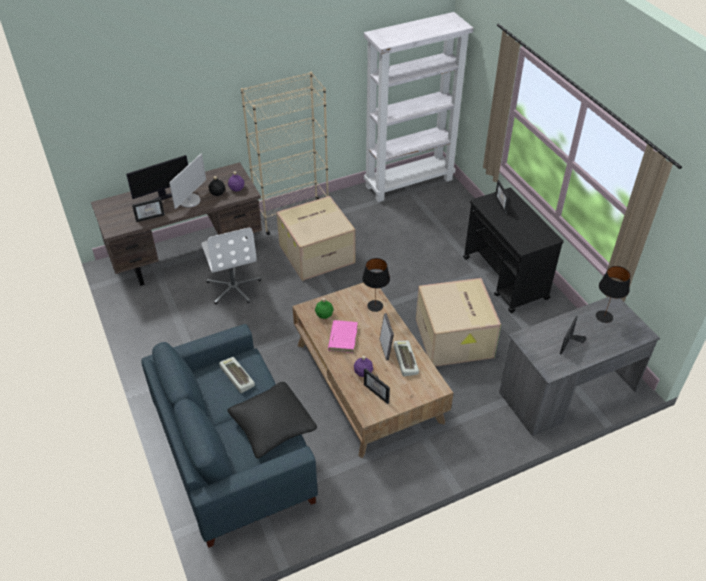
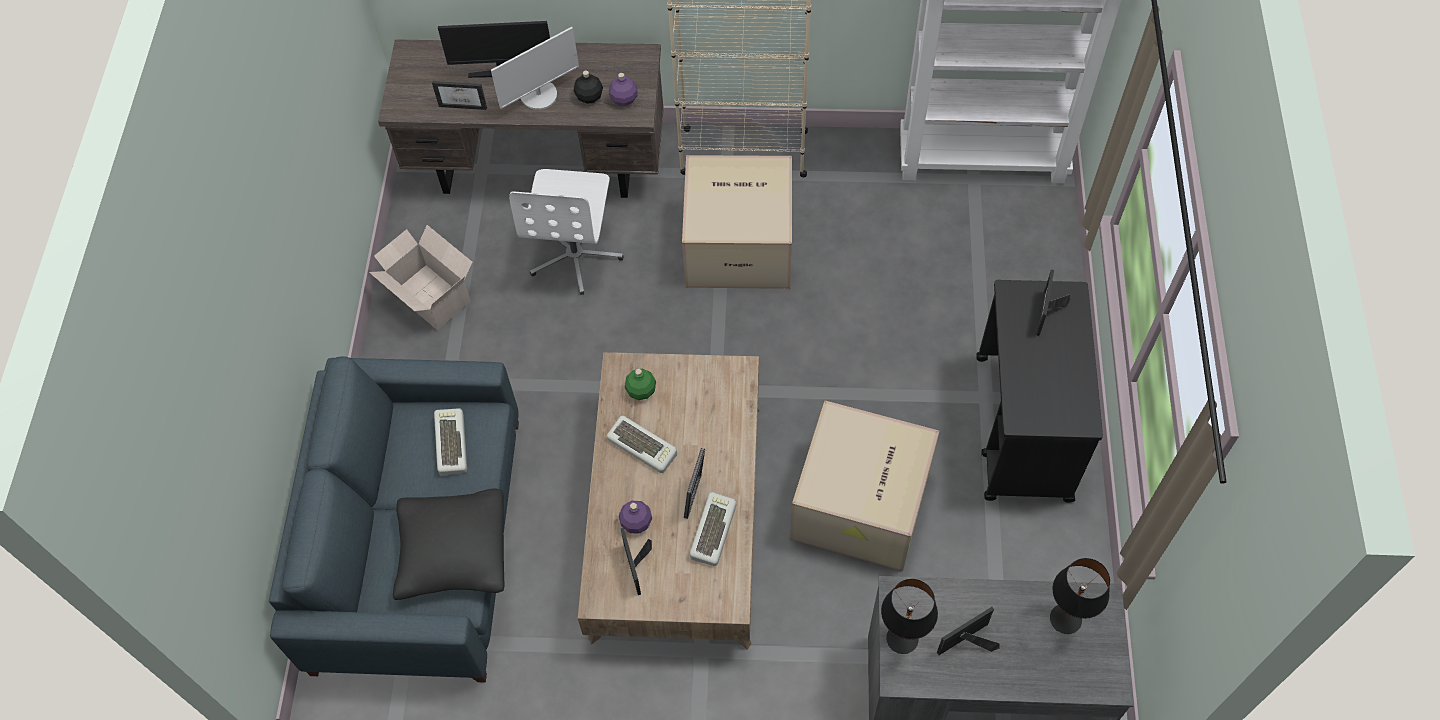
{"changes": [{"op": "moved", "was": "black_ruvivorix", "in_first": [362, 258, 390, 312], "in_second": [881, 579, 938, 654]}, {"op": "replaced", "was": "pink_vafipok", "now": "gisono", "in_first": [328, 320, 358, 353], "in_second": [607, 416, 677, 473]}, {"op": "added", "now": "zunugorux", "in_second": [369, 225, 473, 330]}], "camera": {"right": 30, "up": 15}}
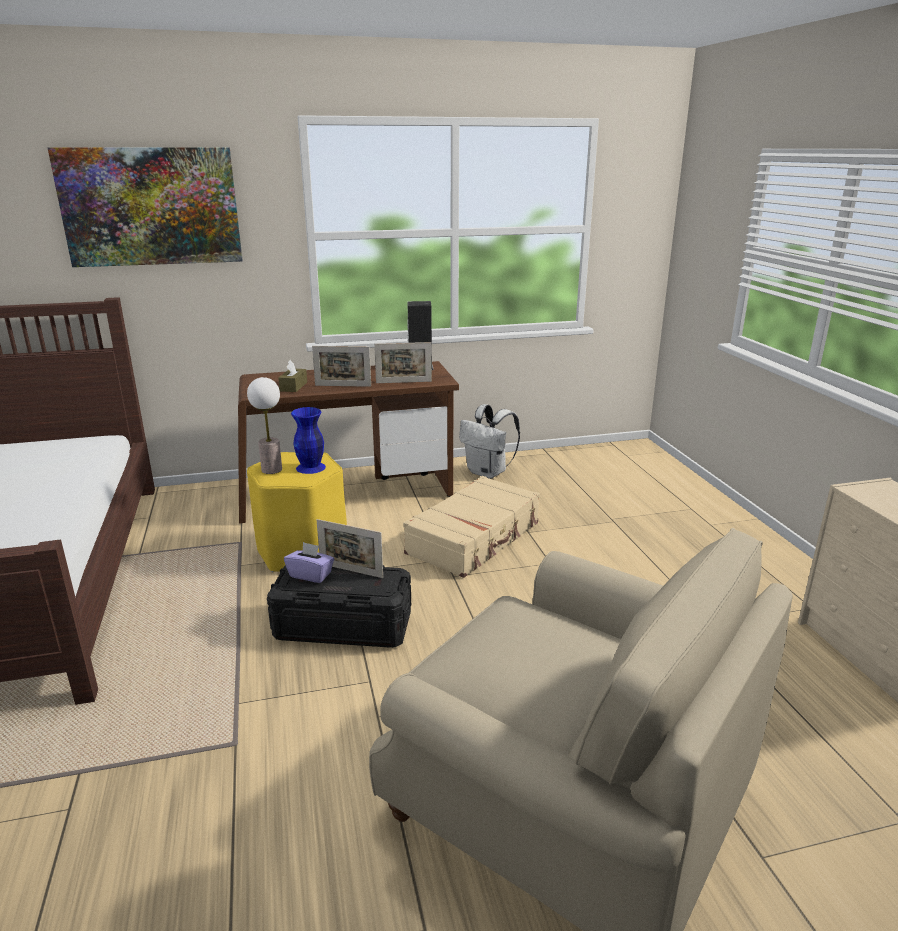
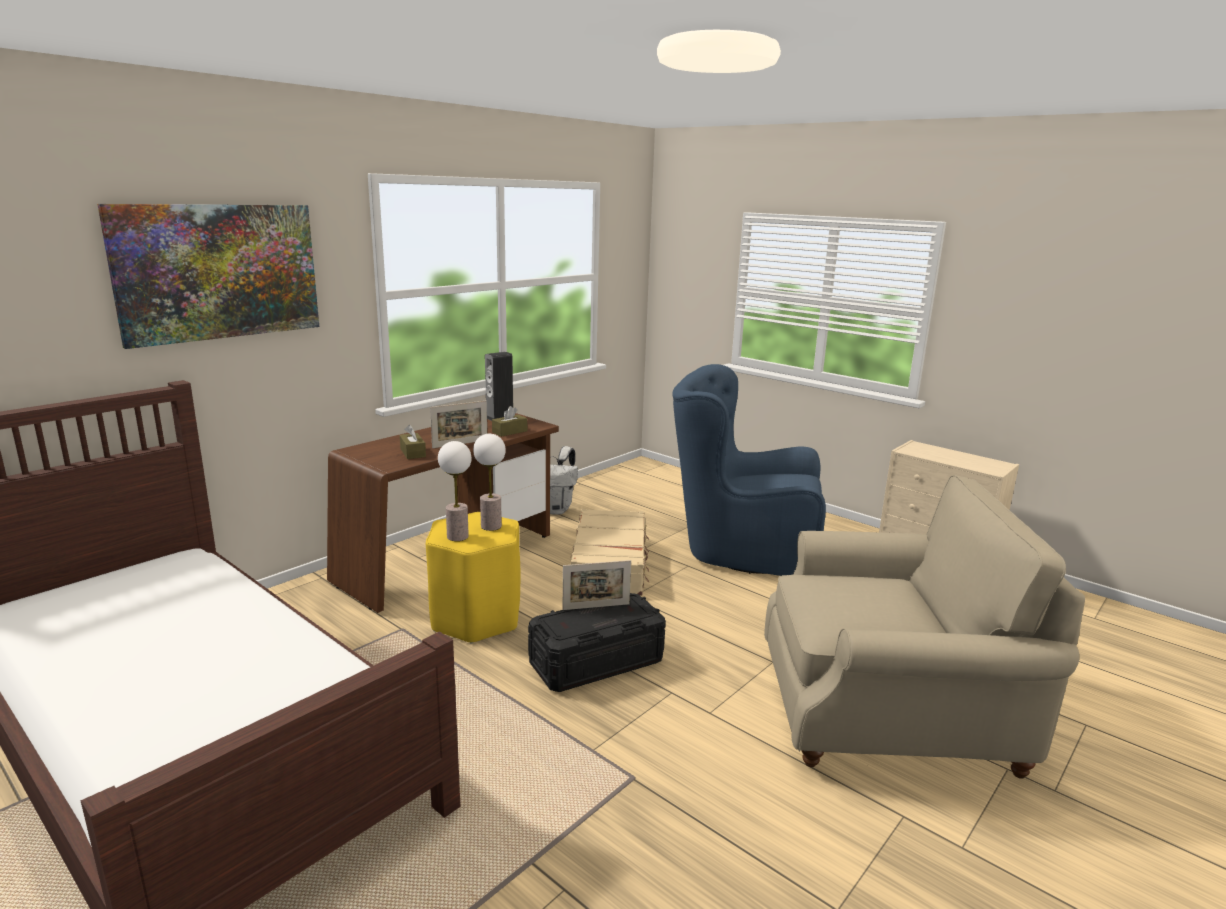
{"changes": [{"op": "replaced", "was": "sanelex", "now": "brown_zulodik", "in_first": [374, 342, 432, 383], "in_second": [492, 406, 527, 437]}, {"op": "replaced", "was": "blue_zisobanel", "now": "ruvivorix", "in_first": [291, 407, 326, 474], "in_second": [473, 434, 506, 531]}, {"op": "removed", "was": "purple_zulodik", "in_first": [284, 542, 334, 583]}, {"op": "added", "now": "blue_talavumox", "in_second": [672, 364, 826, 576]}], "camera": {"right": -35, "up": -5}}
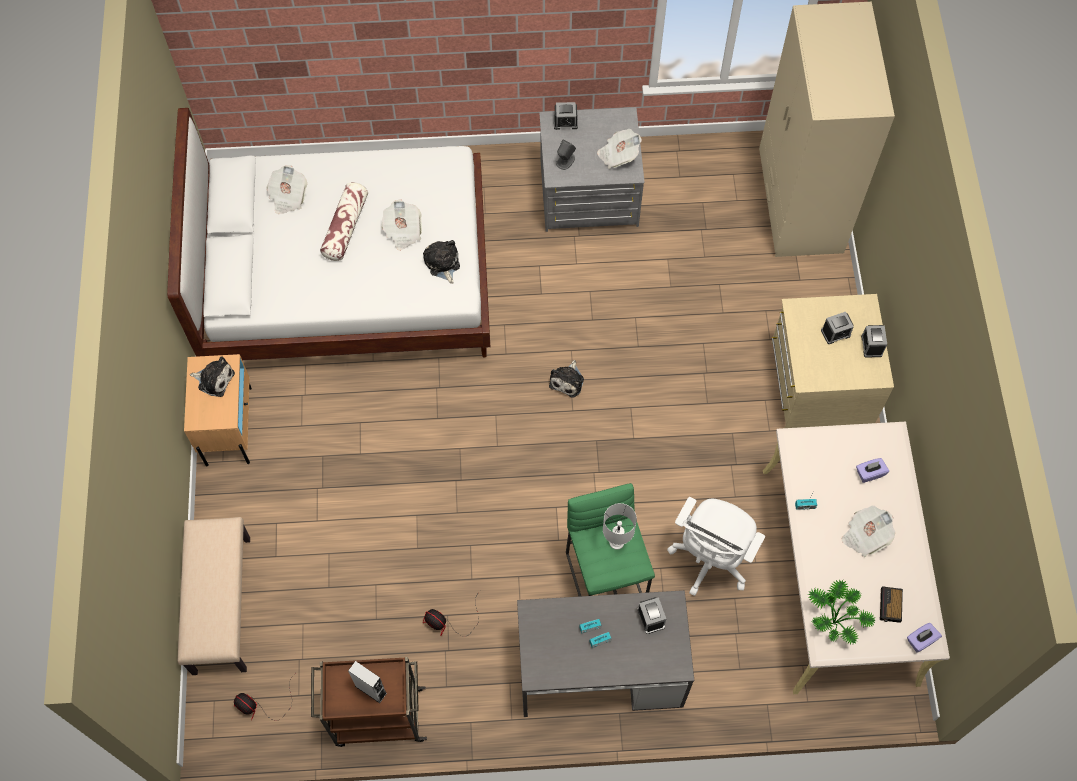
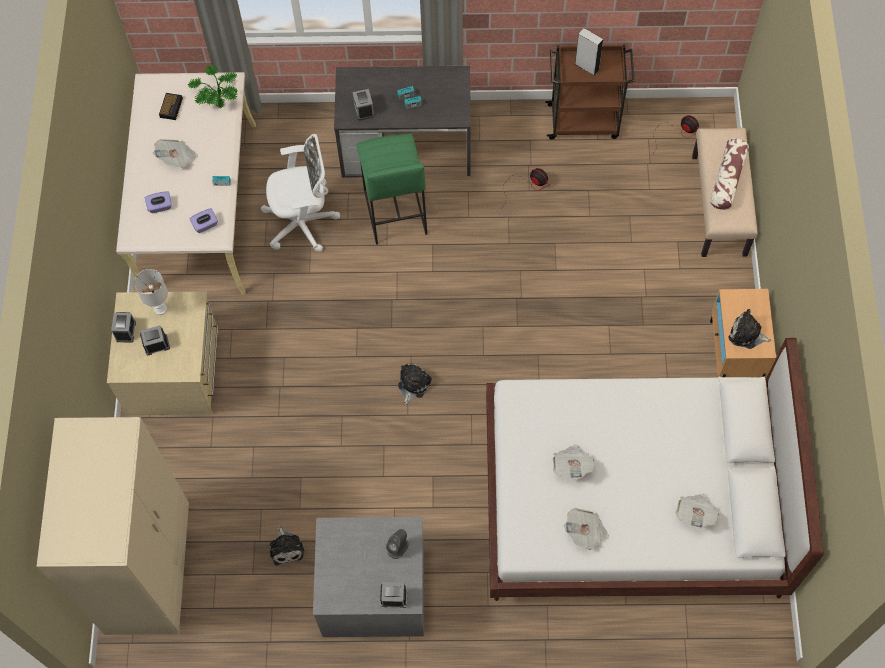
{"changes": [{"op": "moved", "was": "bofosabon", "in_first": [597, 129, 642, 169], "in_second": [564, 508, 609, 550]}, {"op": "moved", "was": "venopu", "in_first": [320, 182, 368, 261], "in_second": [710, 138, 749, 210]}, {"op": "moved", "was": "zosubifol", "in_first": [423, 240, 460, 284], "in_second": [270, 526, 304, 565]}, {"op": "turned", "was": "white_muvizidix", "in_first": [667, 497, 765, 596], "in_second": [261, 134, 340, 252], "clockwise": 45}, {"op": "moved", "was": "white_ruvivorix", "in_first": [603, 503, 637, 550], "in_second": [134, 269, 168, 315]}, {"op": "moved", "was": "purple_zulodik", "in_first": [907, 623, 942, 652], "in_second": [190, 208, 218, 233]}], "camera": {"right": -175, "up": 0}}
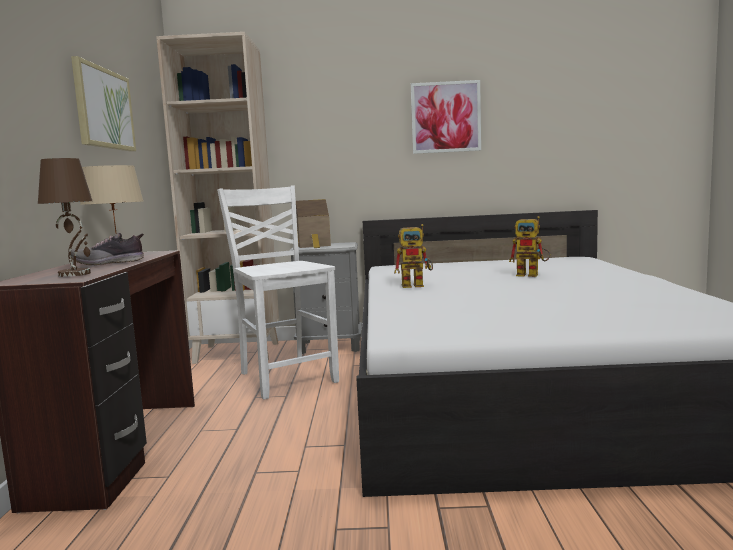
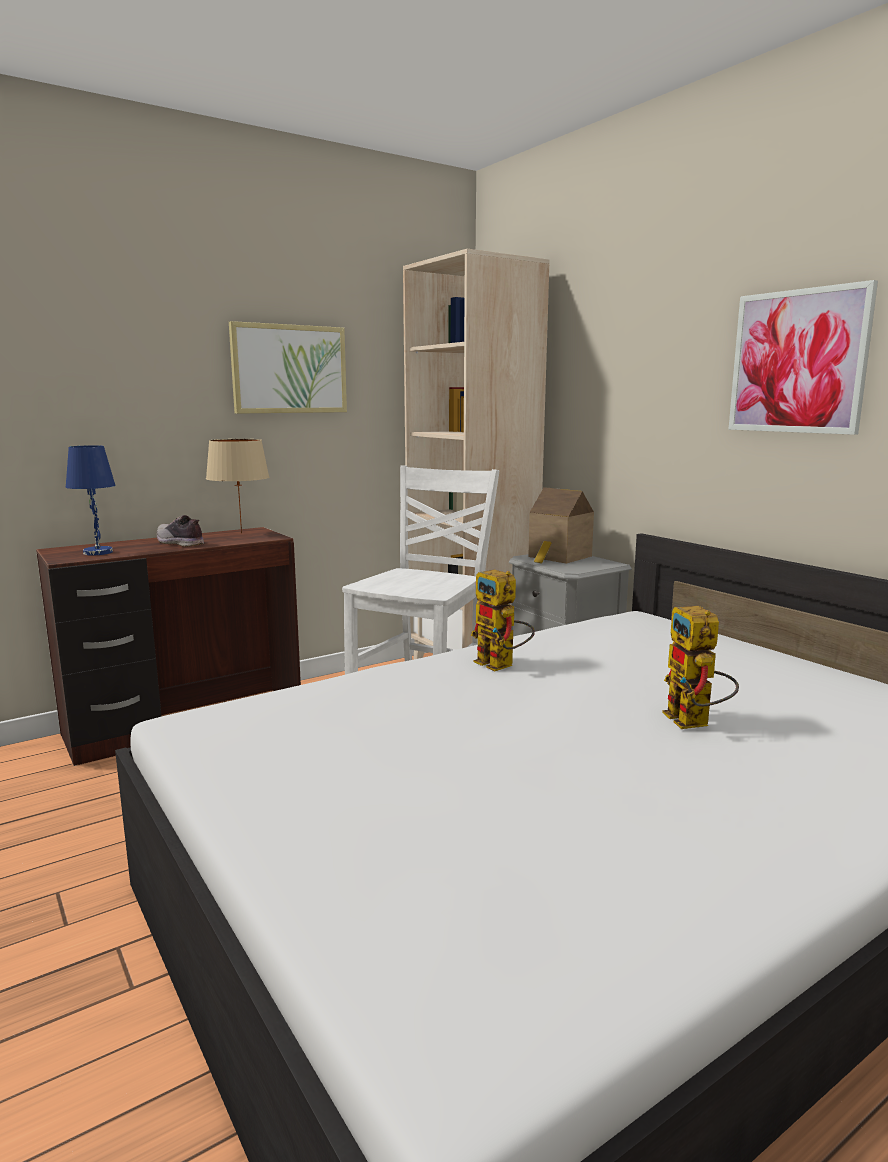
{"changes": [{"op": "recoloured", "was": "brown_ruvivorix", "now": "blue_ruvivorix", "in_first": [38, 158, 92, 277], "in_second": [66, 445, 115, 555]}], "camera": {"right": 55, "up": 5}}
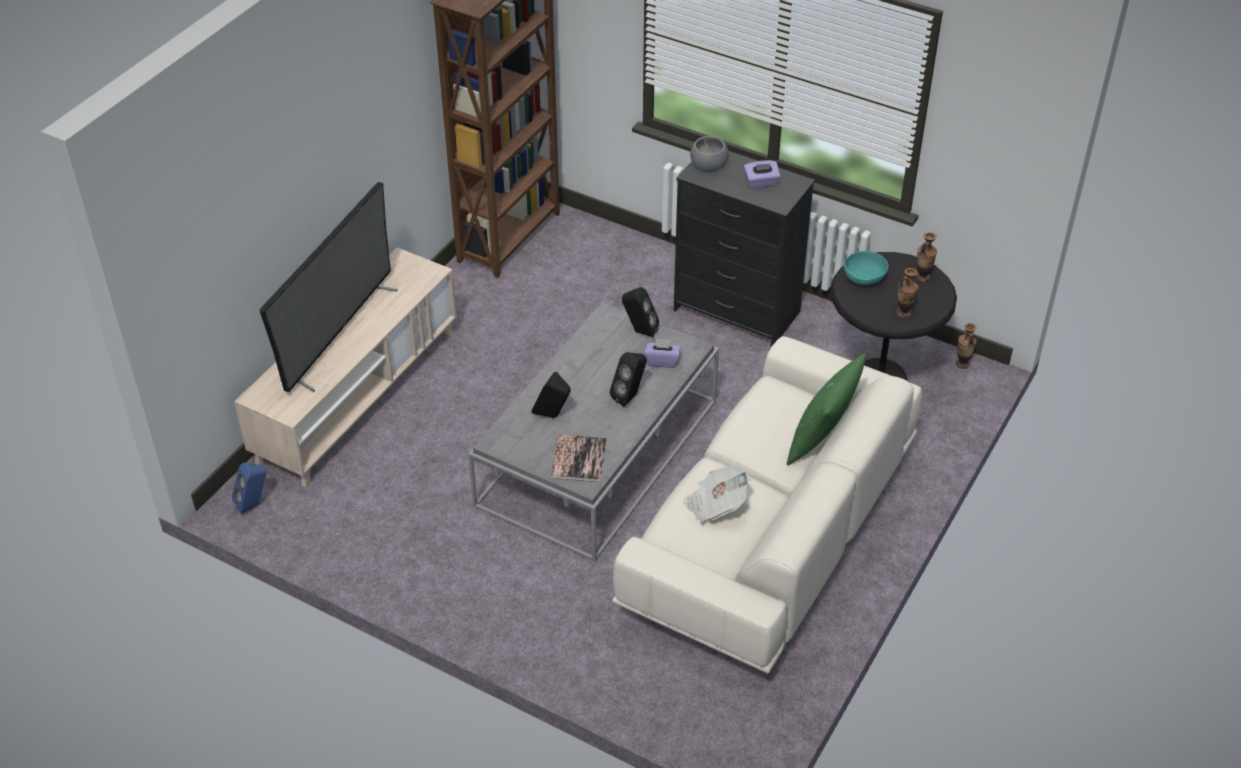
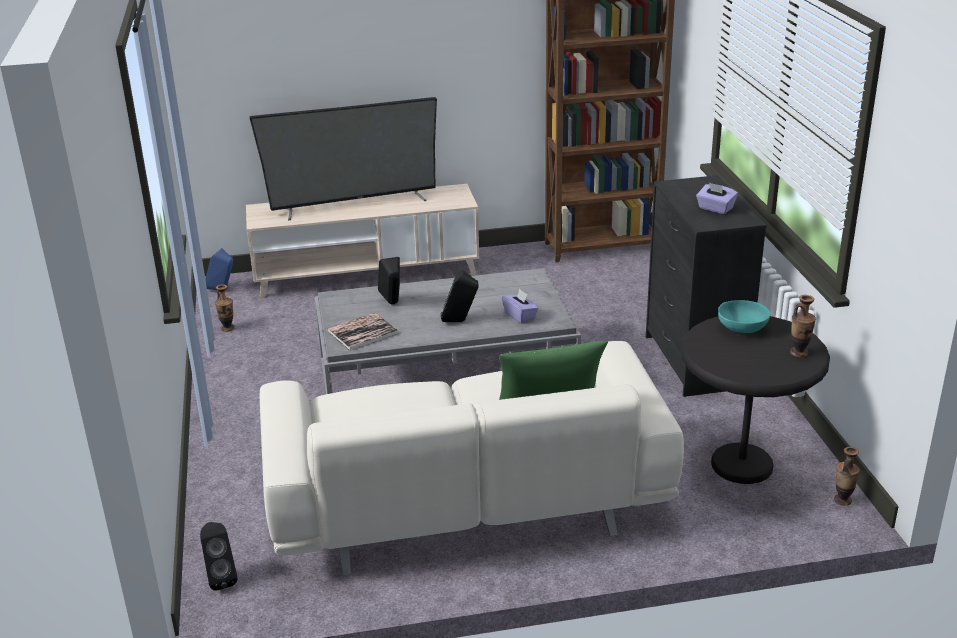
{"changes": [{"op": "removed", "was": "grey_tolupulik", "in_first": [690, 136, 729, 172]}, {"op": "moved", "was": "zisobanel", "in_first": [896, 268, 918, 318], "in_second": [215, 284, 234, 332]}, {"op": "moved", "was": "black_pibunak", "in_first": [622, 287, 659, 337], "in_second": [200, 522, 238, 591]}, {"op": "removed", "was": "bofosabon", "in_first": [684, 465, 750, 523]}], "camera": {"right": 50, "up": -15}}
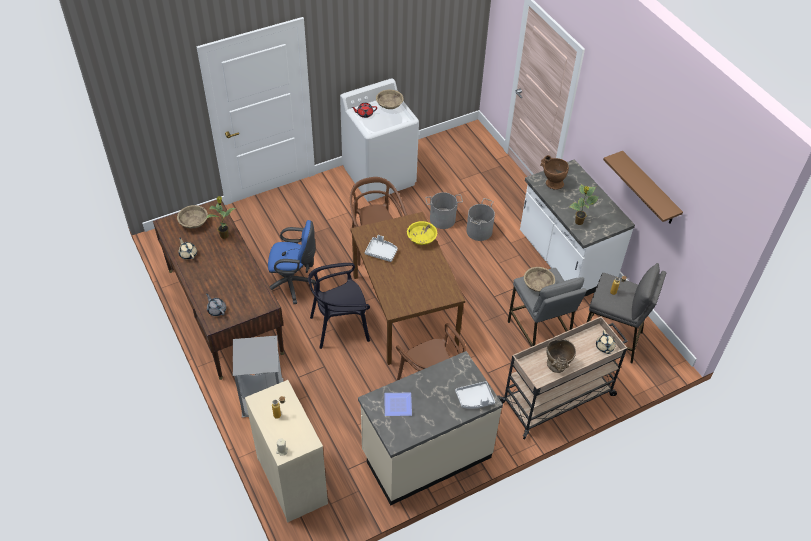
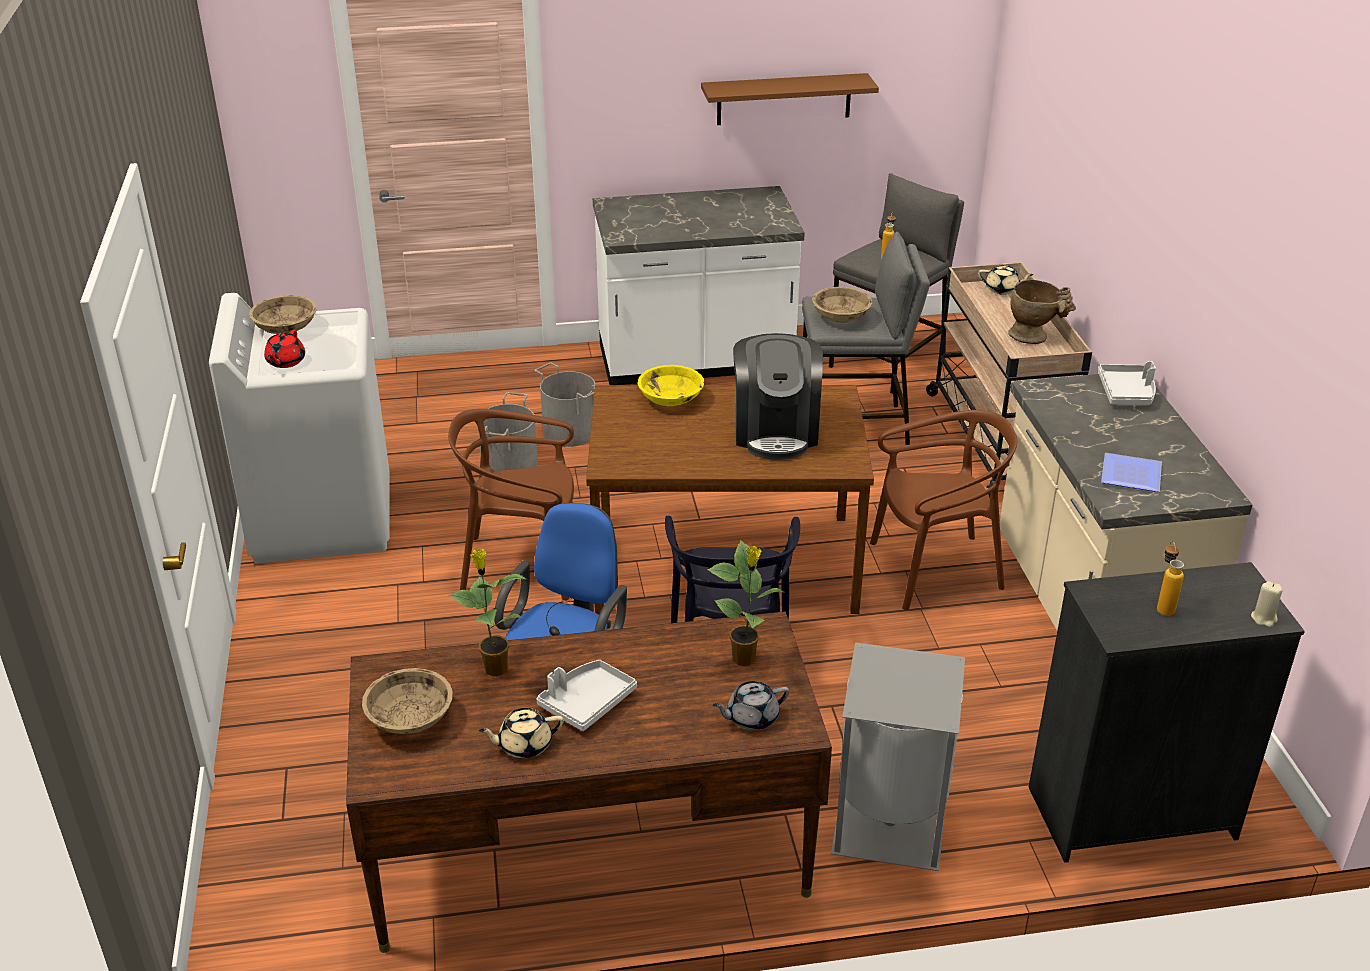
{"changes": [{"op": "removed", "was": "brown_zisobanel", "in_first": [540, 155, 569, 190]}, {"op": "moved", "was": "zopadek", "in_first": [569, 185, 598, 225], "in_second": [707, 540, 784, 666]}, {"op": "moved", "was": "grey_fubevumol", "in_first": [365, 235, 398, 262], "in_second": [536, 660, 637, 731]}, {"op": "recoloured", "was": "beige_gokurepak", "now": "black_gokurepak", "in_first": [245, 380, 328, 523], "in_second": [1029, 562, 1305, 863]}, {"op": "added", "now": "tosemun", "in_second": [733, 333, 823, 460]}], "camera": {"right": -70, "up": -15}}
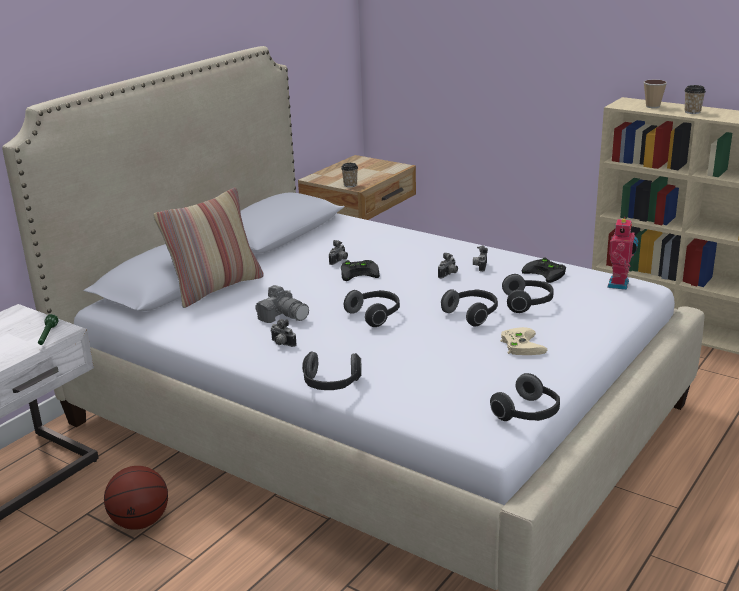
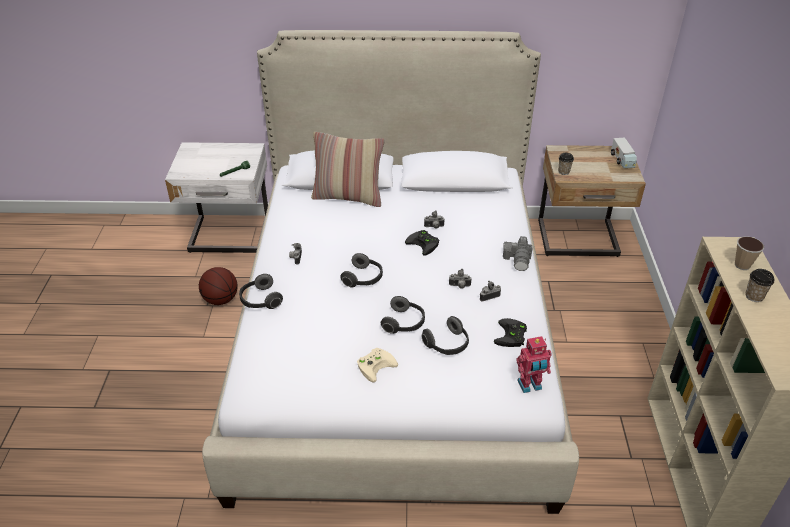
{"changes": [{"op": "moved", "was": "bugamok", "in_first": [255, 285, 309, 323], "in_second": [503, 236, 534, 271]}, {"op": "removed", "was": "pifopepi", "in_first": [490, 373, 560, 421]}, {"op": "added", "now": "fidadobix", "in_second": [611, 138, 637, 168]}], "camera": {"right": 55, "up": 15}}
